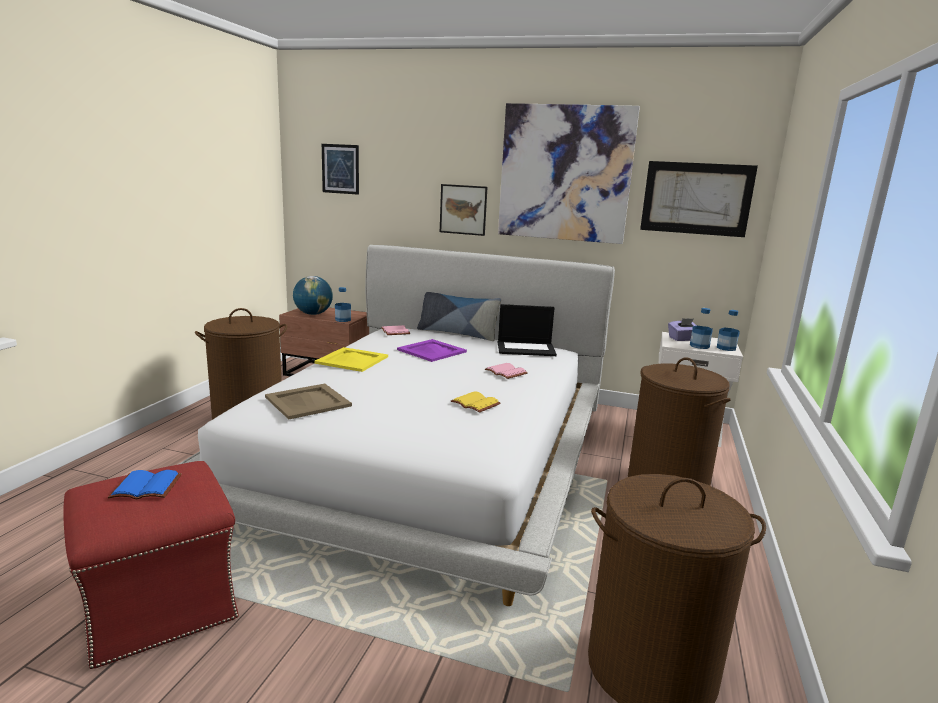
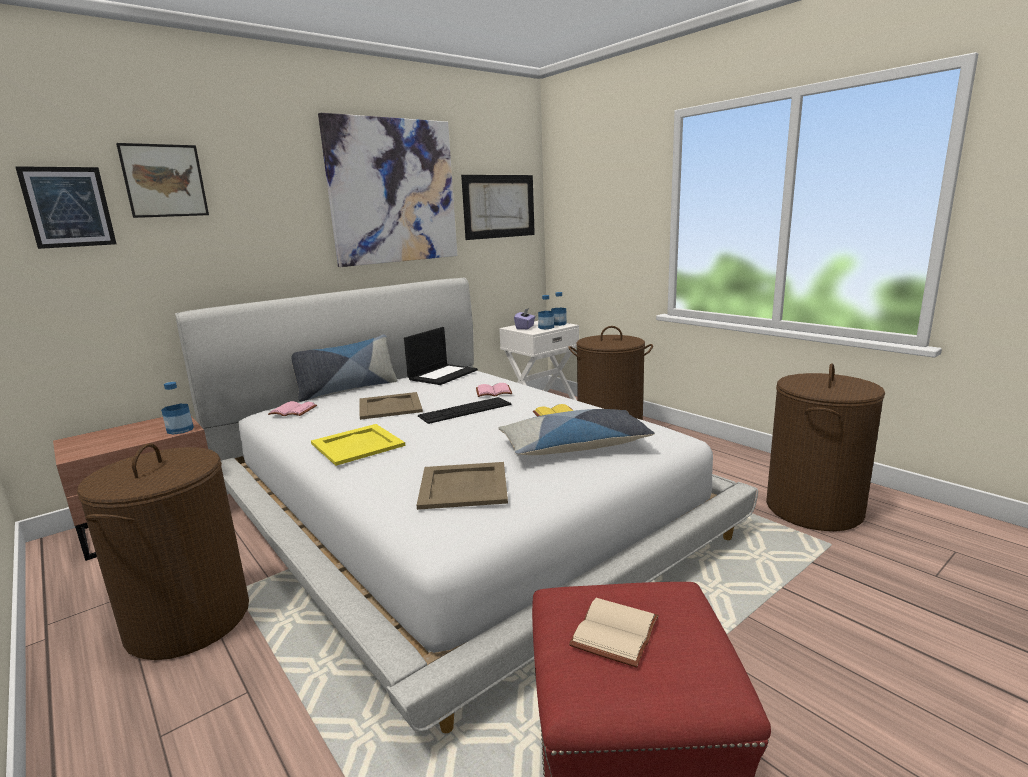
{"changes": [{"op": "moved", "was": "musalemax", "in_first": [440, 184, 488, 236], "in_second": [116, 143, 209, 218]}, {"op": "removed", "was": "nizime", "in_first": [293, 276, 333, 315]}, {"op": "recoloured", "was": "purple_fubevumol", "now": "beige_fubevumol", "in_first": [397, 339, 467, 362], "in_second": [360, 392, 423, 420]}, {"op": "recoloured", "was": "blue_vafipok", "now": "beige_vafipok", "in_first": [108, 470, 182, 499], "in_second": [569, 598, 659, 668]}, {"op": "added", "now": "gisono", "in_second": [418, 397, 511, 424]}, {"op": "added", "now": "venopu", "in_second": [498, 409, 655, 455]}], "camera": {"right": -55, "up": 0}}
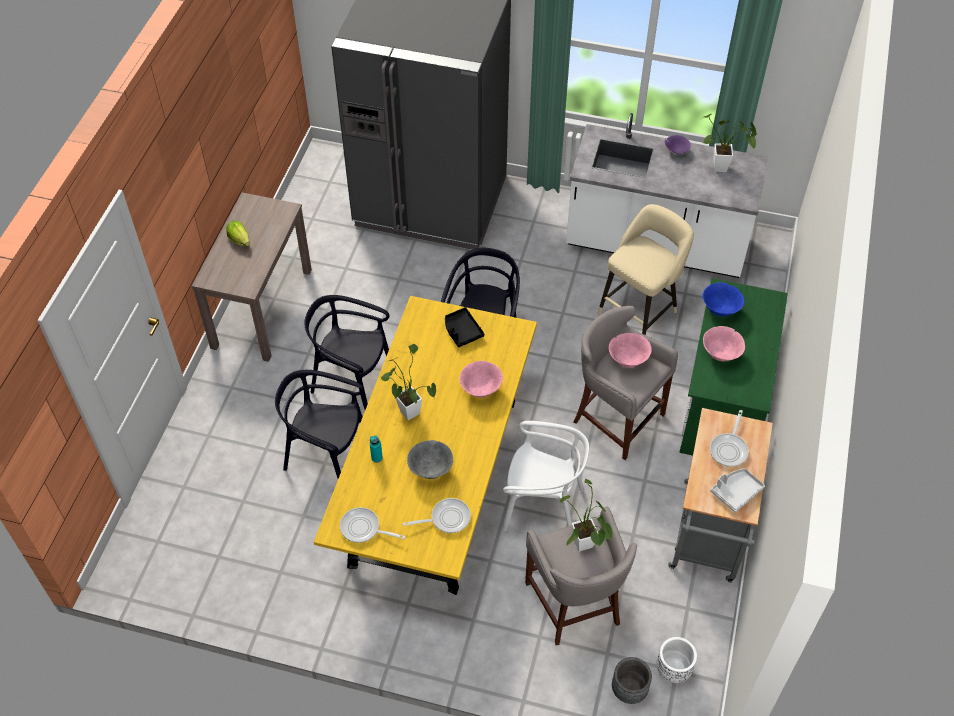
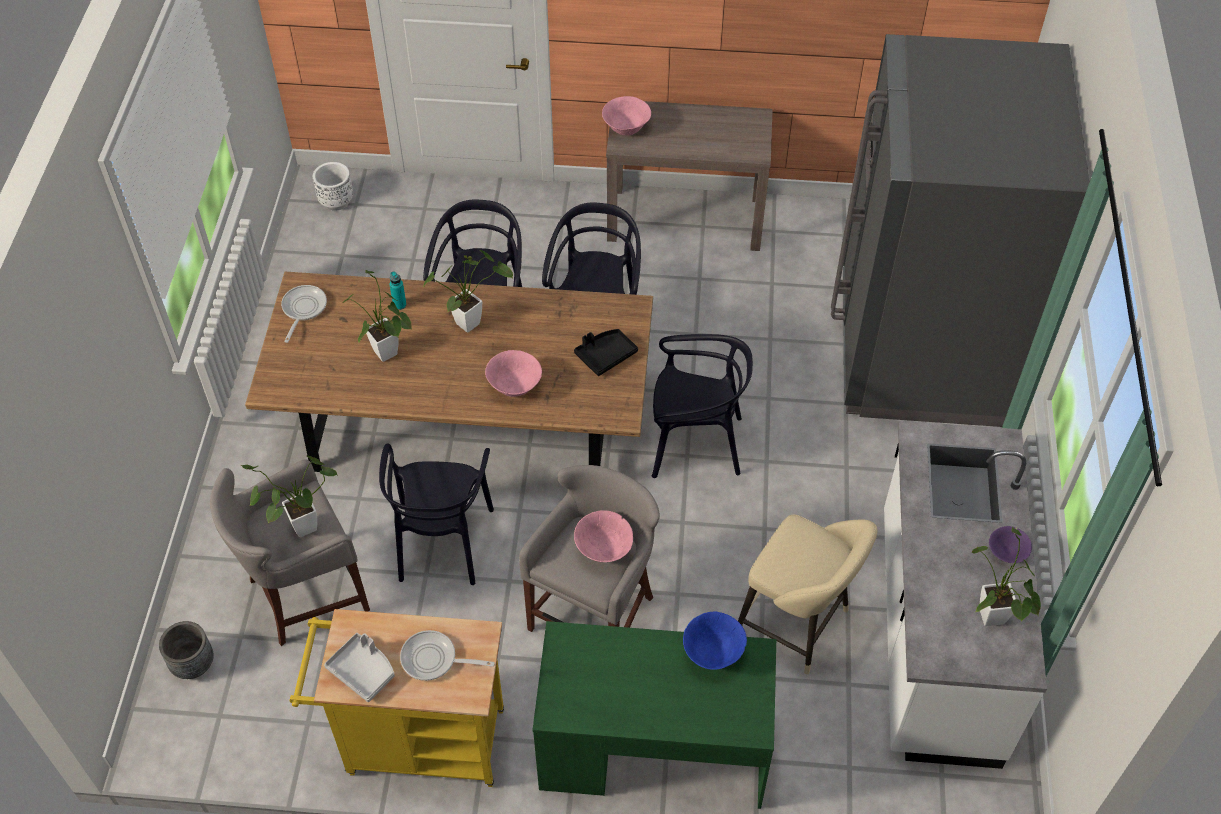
{"changes": [{"op": "removed", "was": "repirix", "in_first": [226, 221, 250, 246]}, {"op": "recoloured", "was": "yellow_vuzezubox", "now": "brown_vuzezubox", "in_first": [314, 296, 537, 595], "in_second": [245, 272, 653, 472]}, {"op": "moved", "was": "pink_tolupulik", "in_first": [703, 326, 745, 361], "in_second": [602, 96, 651, 136]}, {"op": "recoloured", "was": "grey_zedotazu", "now": "yellow_zedotazu", "in_first": [668, 408, 773, 582], "in_second": [289, 609, 504, 787]}, {"op": "recoloured", "was": "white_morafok", "now": "black_morafok", "in_first": [502, 421, 589, 531], "in_second": [379, 444, 494, 585]}, {"op": "replaced", "was": "grey_tolupulik", "now": "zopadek", "in_first": [407, 440, 453, 479], "in_second": [343, 270, 412, 362]}, {"op": "removed", "was": "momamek", "in_first": [403, 498, 471, 533]}, {"op": "moved", "was": "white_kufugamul", "in_first": [656, 637, 697, 683], "in_second": [313, 162, 353, 211]}], "camera": {"right": 80, "up": 0}}
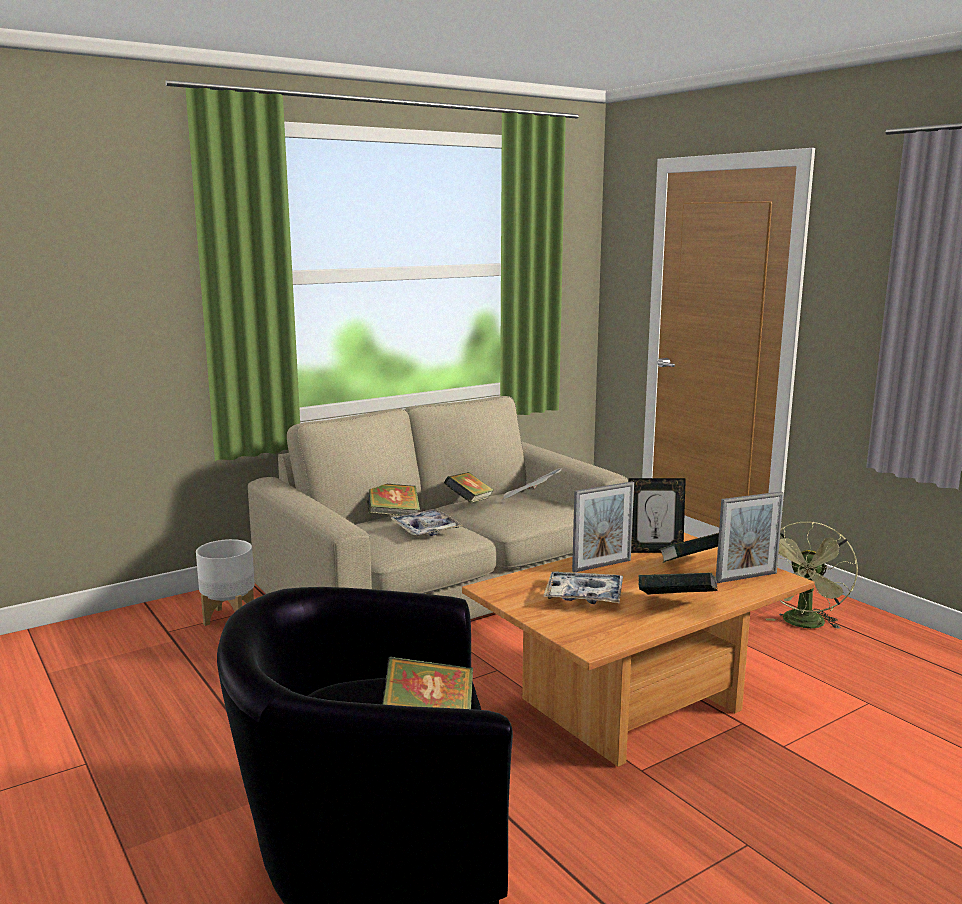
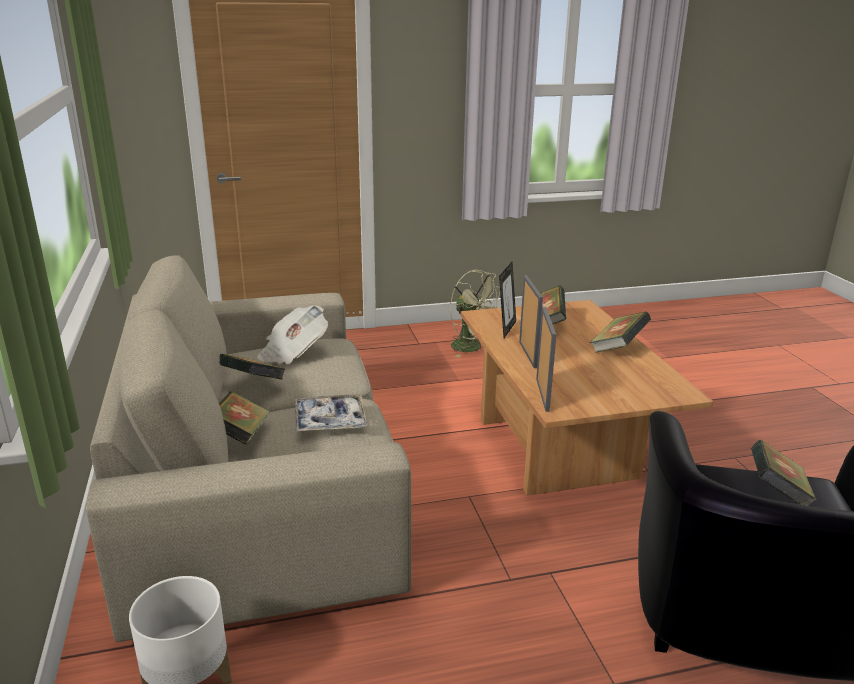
{"changes": [{"op": "moved", "was": "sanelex", "in_first": [716, 491, 784, 583], "in_second": [536, 307, 557, 412]}, {"op": "removed", "was": "fubevumol", "in_first": [543, 571, 623, 604]}], "camera": {"right": -70, "up": 10}}
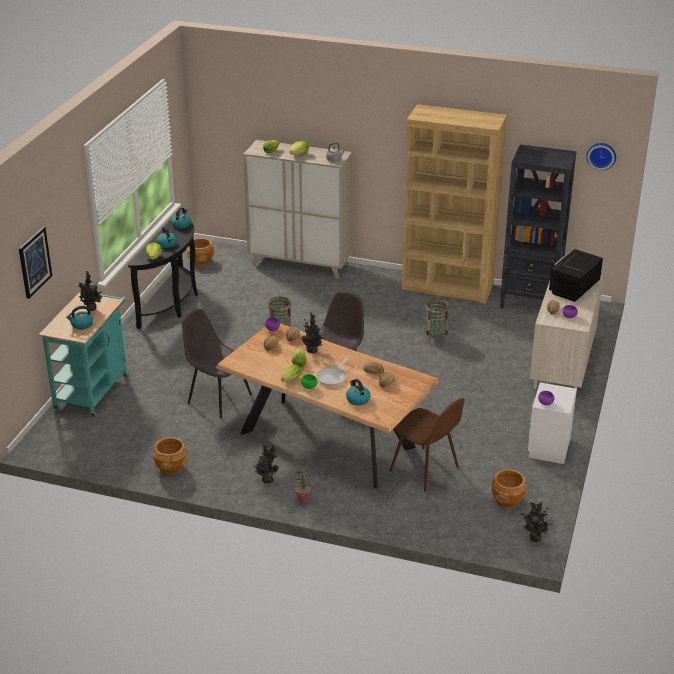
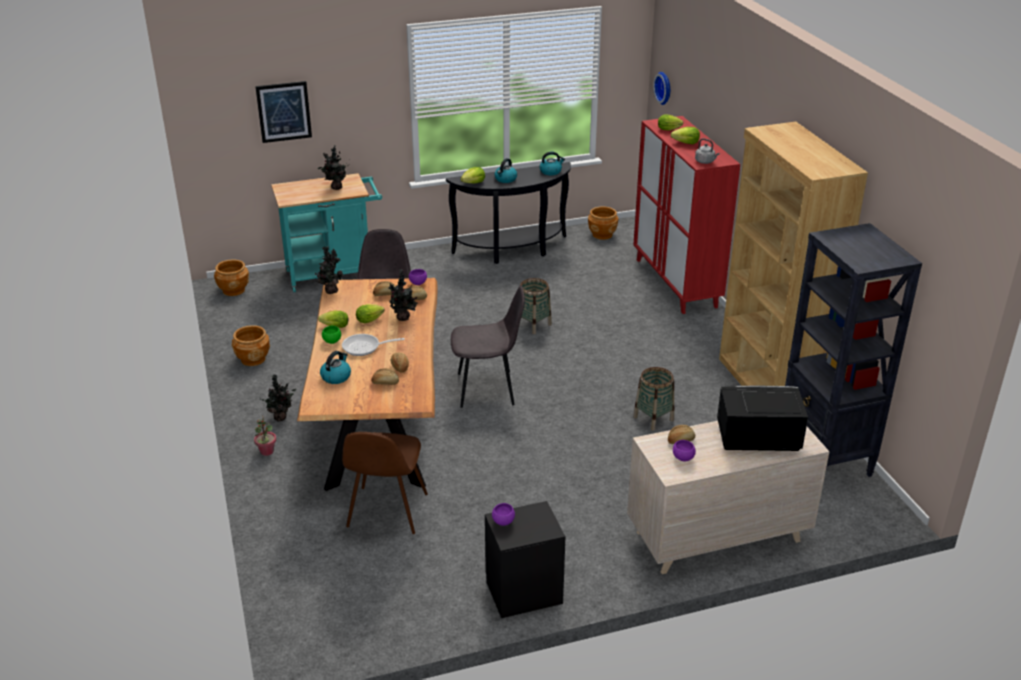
{"changes": [{"op": "recoloured", "was": "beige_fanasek", "now": "red_fanasek", "in_first": [243, 140, 352, 279], "in_second": [633, 116, 740, 314]}, {"op": "moved", "was": "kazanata", "in_first": [586, 143, 616, 170], "in_second": [653, 72, 670, 105]}, {"op": "removed", "was": "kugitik", "in_first": [66, 306, 93, 330]}, {"op": "recoloured", "was": "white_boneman", "now": "black_boneman", "in_first": [528, 382, 577, 464], "in_second": [485, 501, 565, 618]}, {"op": "moved", "was": "brown_kufugamul", "in_first": [492, 469, 527, 509], "in_second": [214, 260, 249, 296]}, {"op": "moved", "was": "zopadek", "in_first": [520, 501, 555, 542], "in_second": [315, 246, 343, 294]}], "camera": {"right": 55, "up": 0}}
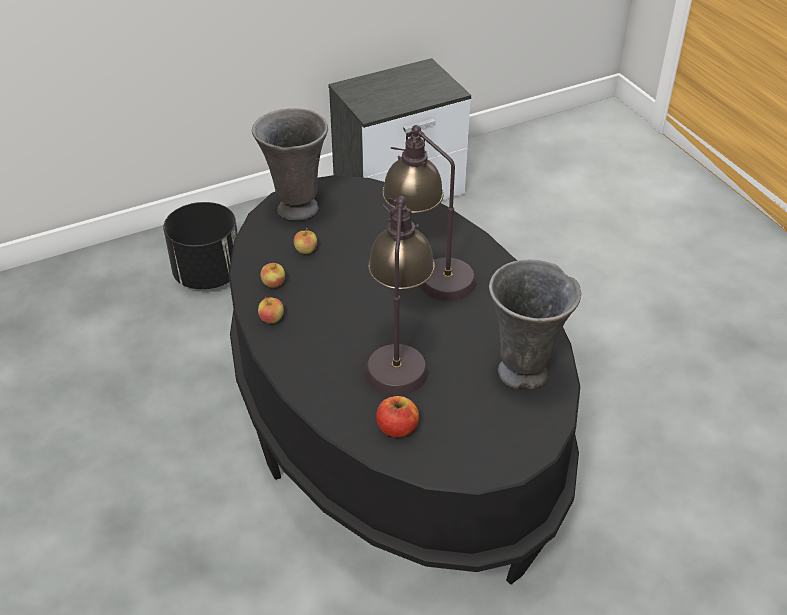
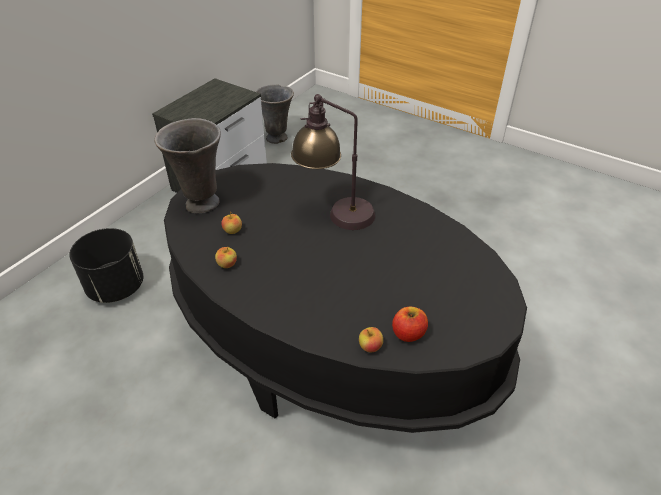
{"changes": [{"op": "removed", "was": "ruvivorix", "in_first": [365, 196, 435, 395]}, {"op": "moved", "was": "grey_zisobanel", "in_first": [489, 260, 581, 389], "in_second": [256, 84, 294, 144]}, {"op": "moved", "was": "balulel", "in_first": [258, 297, 284, 323], "in_second": [359, 327, 383, 352]}], "camera": {"right": -30, "up": 0}}
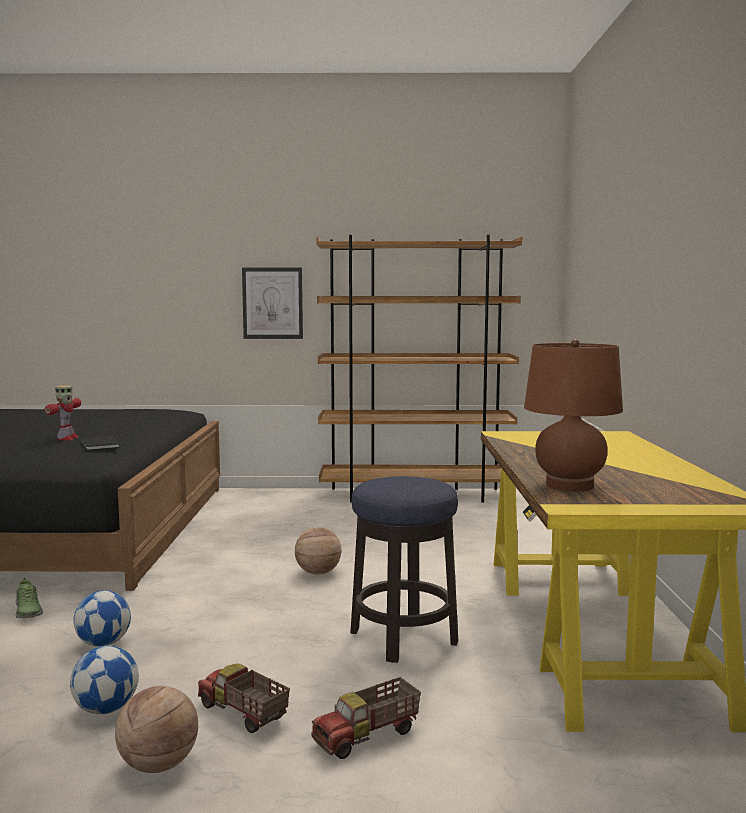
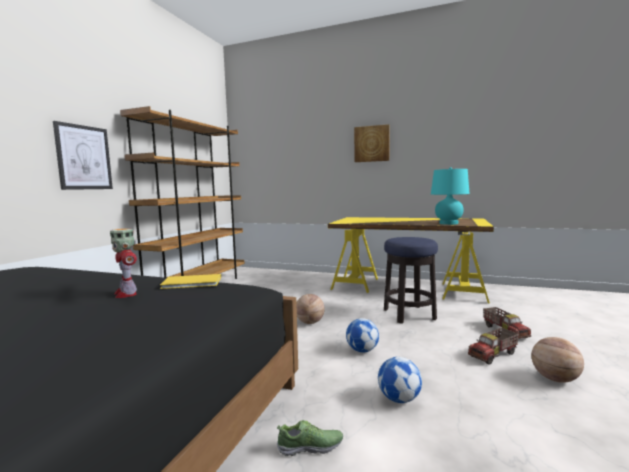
{"changes": [{"op": "recoloured", "was": "brown_ruvivorix", "now": "turquoise_ruvivorix", "in_first": [524, 339, 623, 491], "in_second": [431, 167, 469, 225]}, {"op": "turned", "was": "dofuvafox", "in_first": [44, 385, 81, 441], "in_second": [110, 228, 137, 298], "clockwise": -150}, {"op": "recoloured", "was": "black_vafipok", "now": "yellow_vafipok", "in_first": [80, 436, 120, 450], "in_second": [160, 274, 221, 289]}, {"op": "moved", "was": "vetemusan", "in_first": [70, 646, 139, 714], "in_second": [346, 318, 379, 353]}, {"op": "added", "now": "musalemax", "in_second": [354, 124, 390, 162]}], "camera": {"right": -70, "up": 0}}
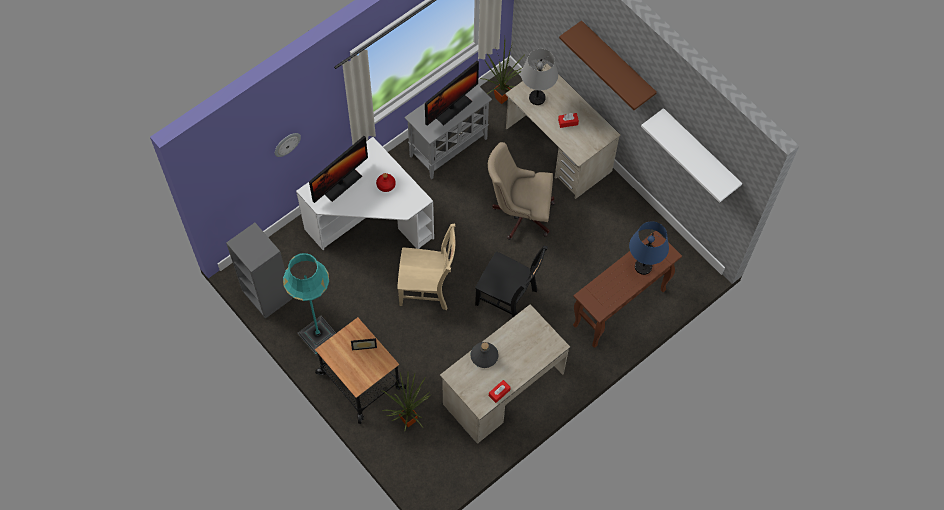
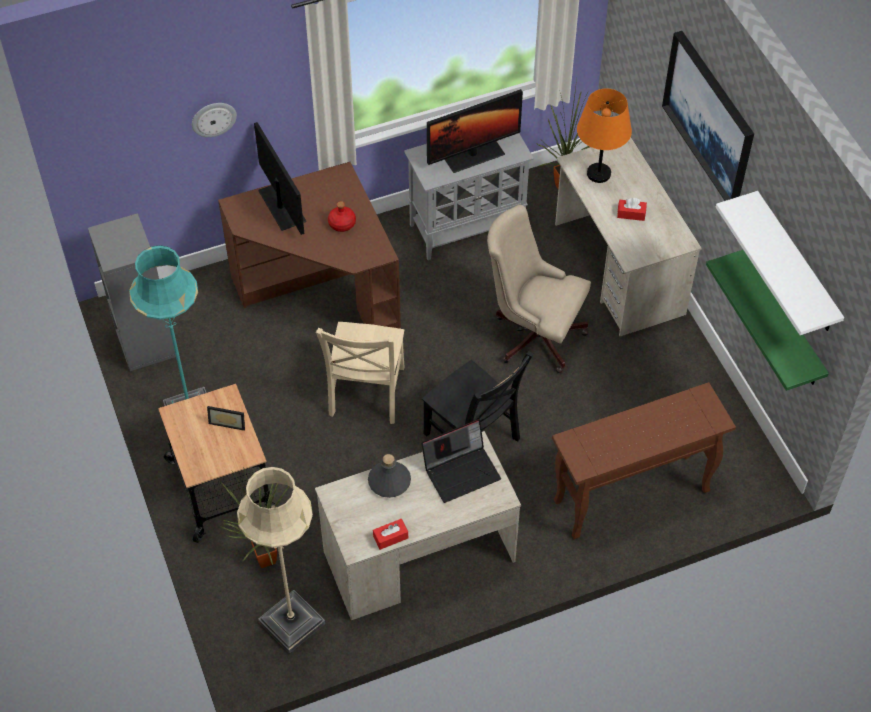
{"changes": [{"op": "replaced", "was": "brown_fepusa", "now": "musalemax", "in_first": [559, 21, 657, 110], "in_second": [662, 31, 754, 201]}, {"op": "recoloured", "was": "grey_ruvivorix", "now": "orange_ruvivorix", "in_first": [521, 49, 558, 105], "in_second": [577, 89, 632, 183]}, {"op": "turned", "was": "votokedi", "in_first": [309, 136, 368, 203], "in_second": [254, 122, 306, 235], "clockwise": -90}, {"op": "recoloured", "was": "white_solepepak", "now": "brown_solepepak", "in_first": [296, 137, 434, 250], "in_second": [218, 162, 401, 329]}, {"op": "removed", "was": "blue_ruvivorix", "in_first": [629, 221, 669, 275]}, {"op": "turned", "was": "beige_morafok", "in_first": [397, 224, 456, 310], "in_second": [316, 322, 405, 424], "clockwise": 75}, {"op": "added", "now": "green_fepusa", "in_second": [706, 250, 829, 391]}, {"op": "added", "now": "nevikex", "in_second": [421, 419, 501, 503]}, {"op": "added", "now": "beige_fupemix", "in_second": [237, 467, 325, 654]}], "camera": {"right": 20, "up": -10}}
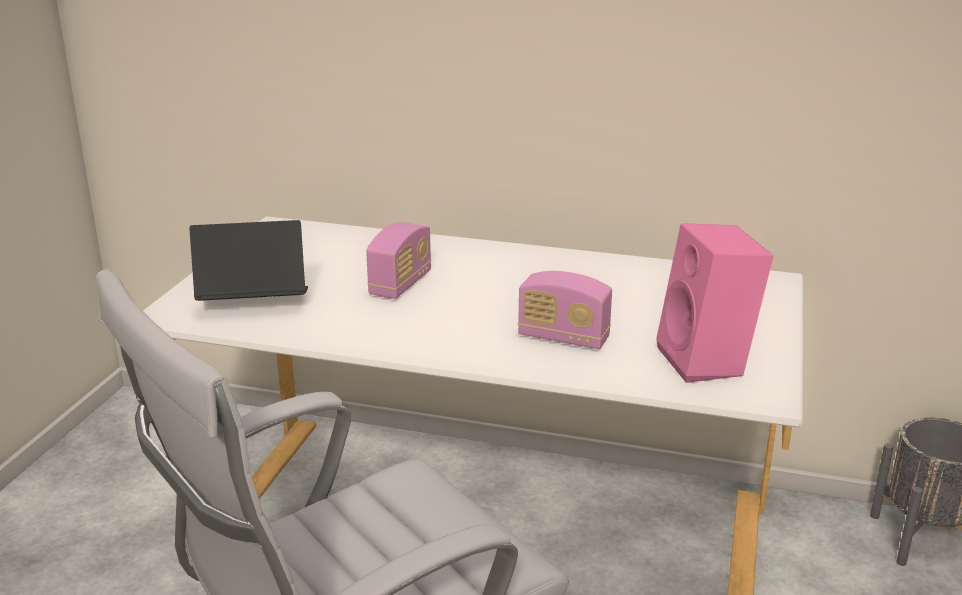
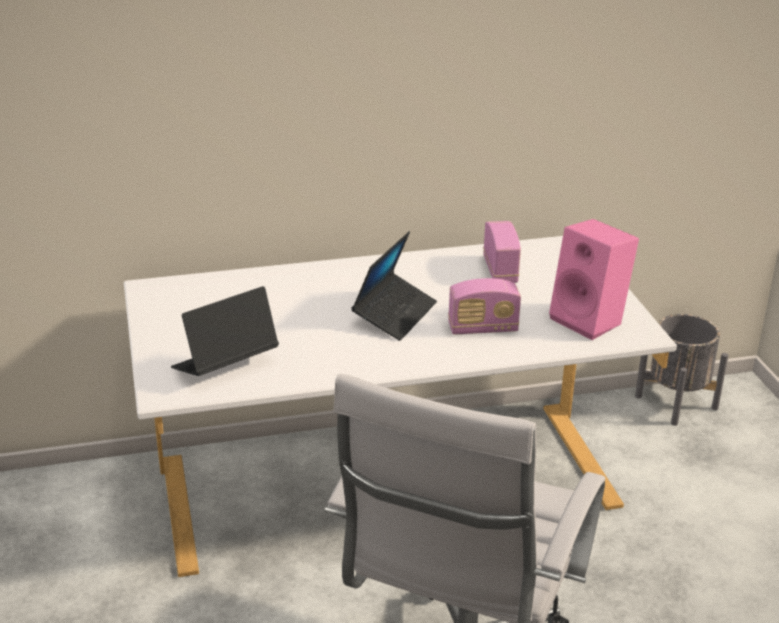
{"changes": [{"op": "moved", "was": "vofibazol", "in_first": [366, 222, 431, 299], "in_second": [483, 221, 521, 283]}, {"op": "added", "now": "nevikex", "in_second": [351, 231, 437, 341]}], "camera": {"right": -30, "up": 5}}
